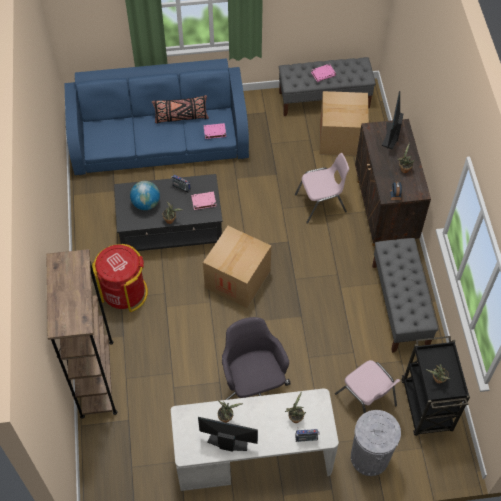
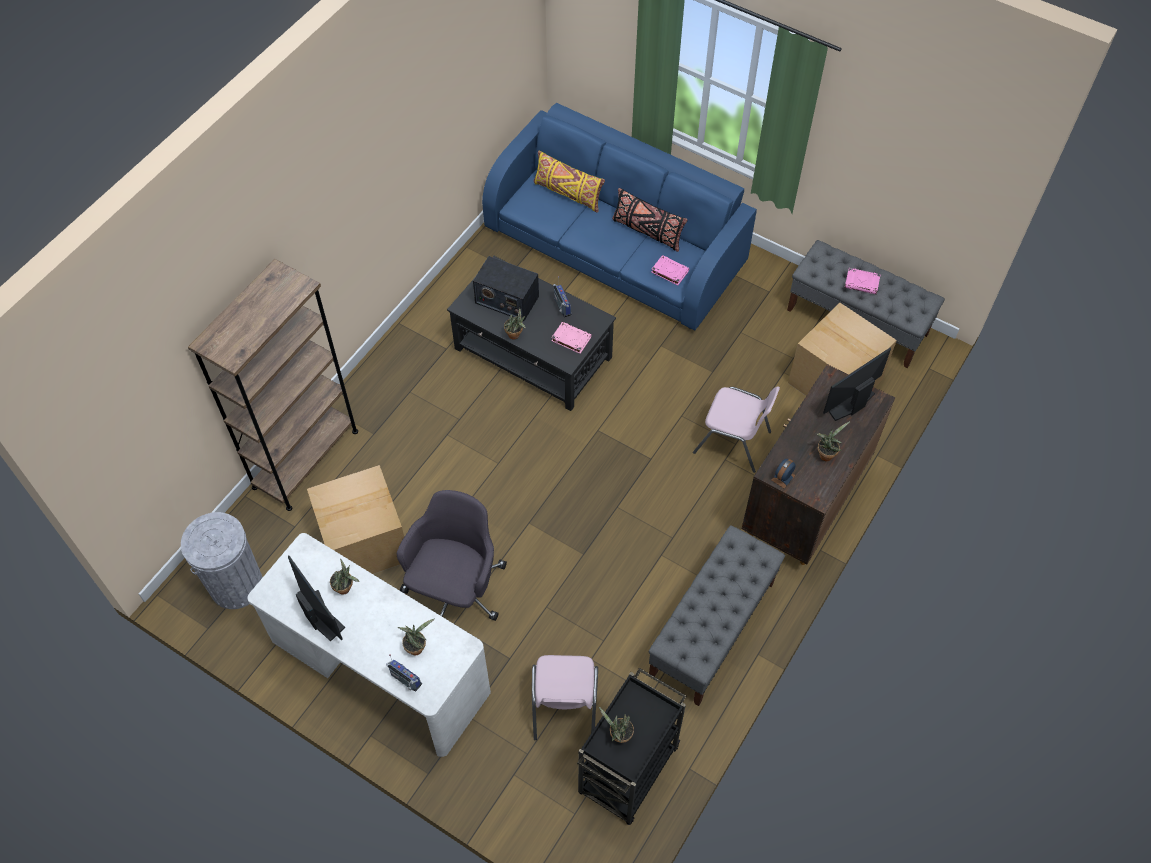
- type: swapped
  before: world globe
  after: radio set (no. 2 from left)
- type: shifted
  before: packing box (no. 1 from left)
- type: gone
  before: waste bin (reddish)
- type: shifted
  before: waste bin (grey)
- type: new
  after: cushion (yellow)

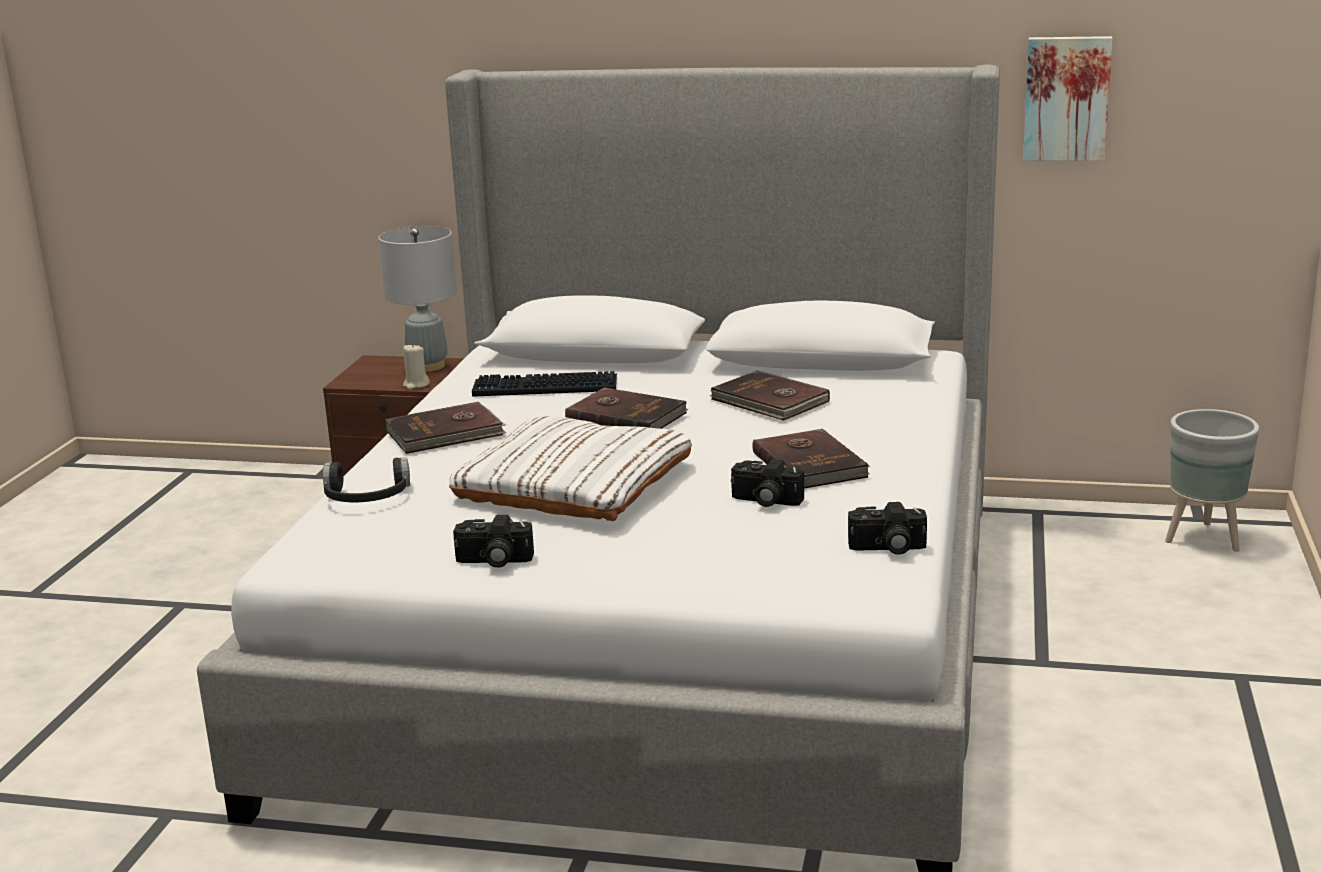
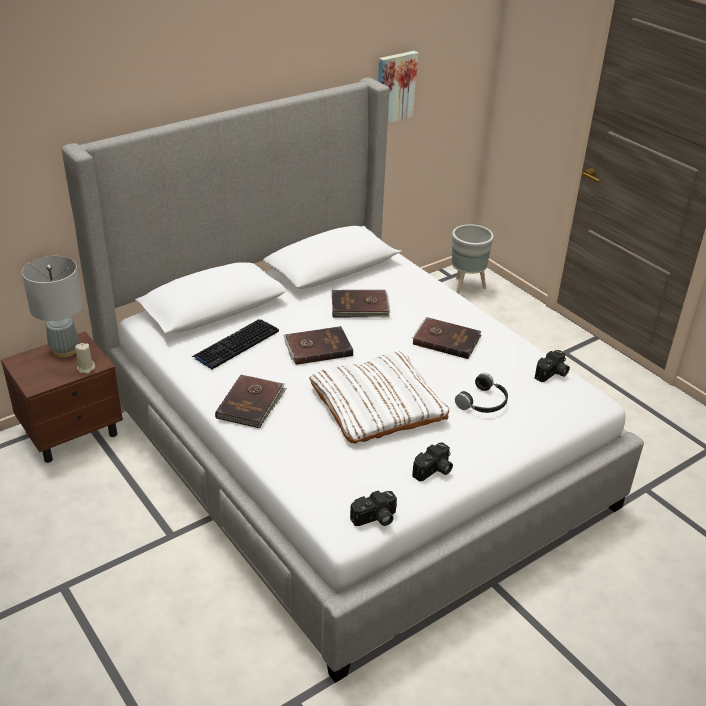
- type: shifted
  before: pair of headphones (black)
- type: shifted
  before: photo camera (no. 2 from left in the first image)
  after: photo camera (no. 1 from left)

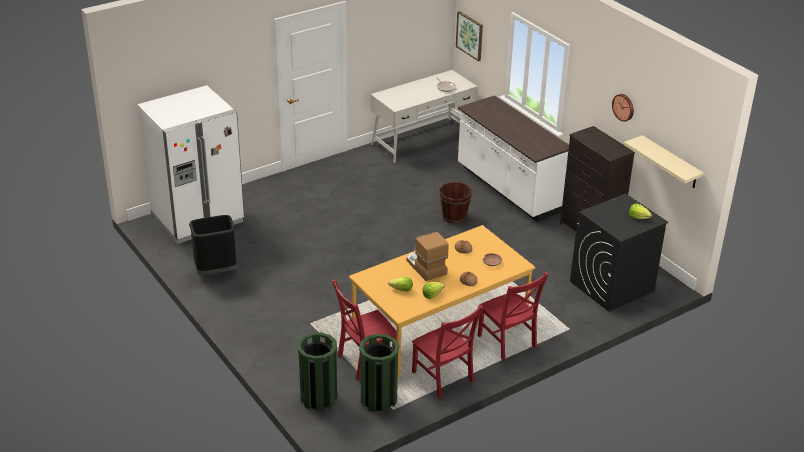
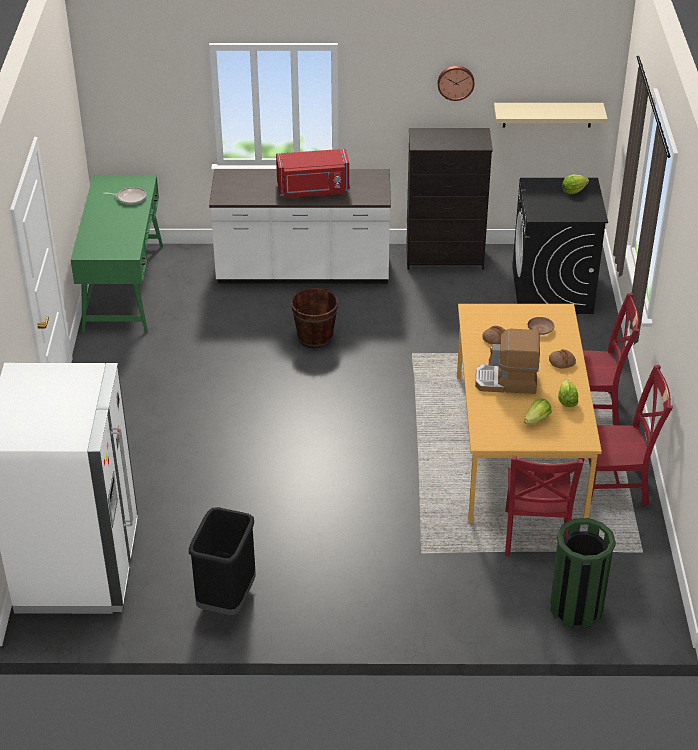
- type: gone
  before: wall picture
- type: repainted
  before: desk unit (whitish)
  after: desk unit (green-coloured)
- type: gone
  before: waste bin (green-coloured) (no. 2 from left)
- type: new
  after: microwave oven (reddish)

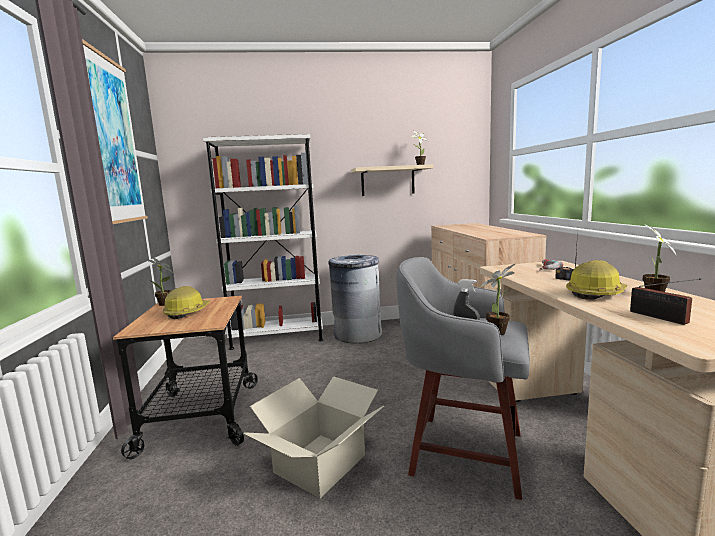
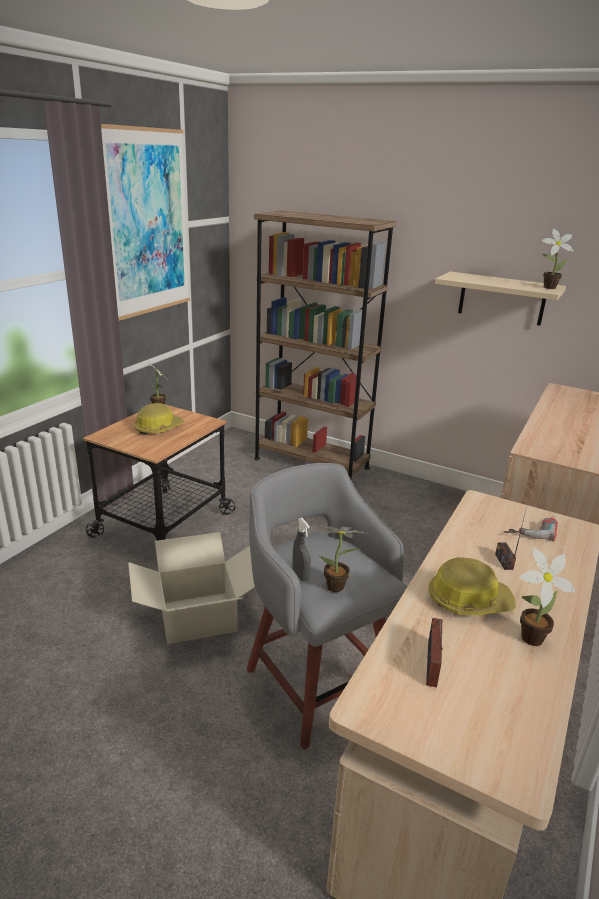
- type: repainted
  before: shelving unit (whitish)
  after: shelving unit (brown-coloured)
- type: gone
  before: waste bin (grey)

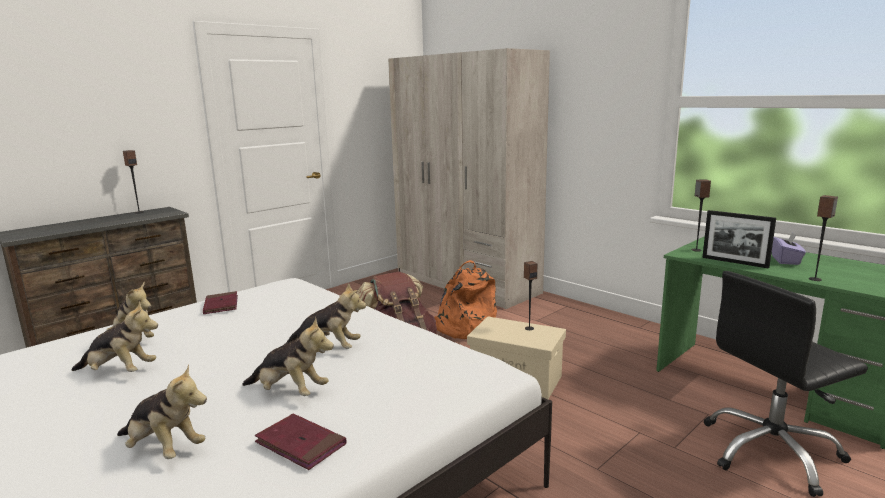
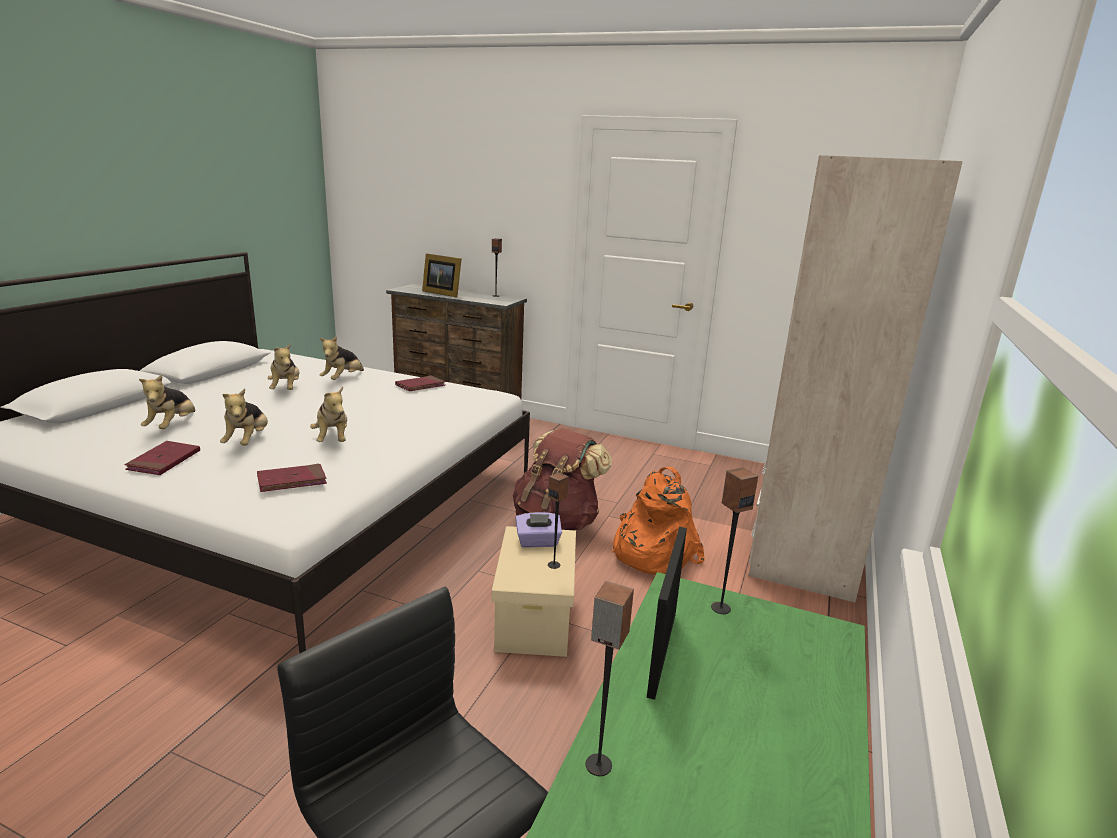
- type: shifted
  before: tissue holder (purple-coloured)
- type: new
  after: photo frame (no. 1 from left)
- type: new
  after: book (reddish) (no. 2 from left)

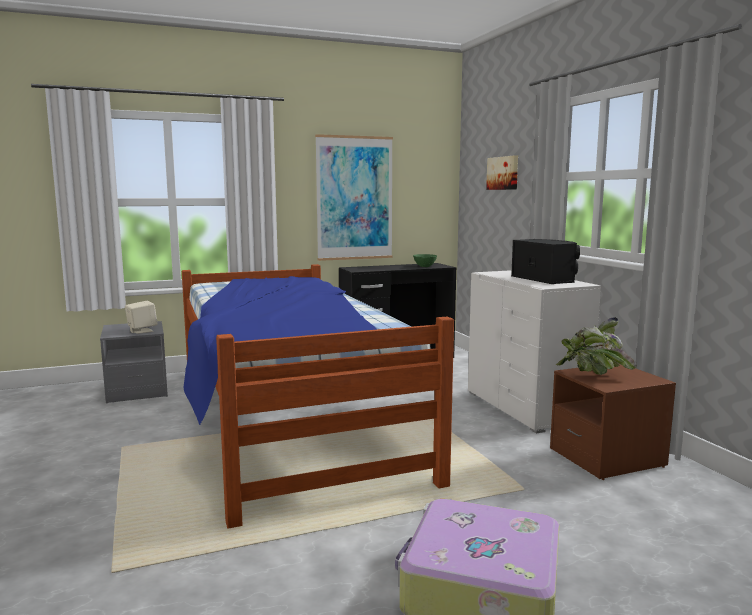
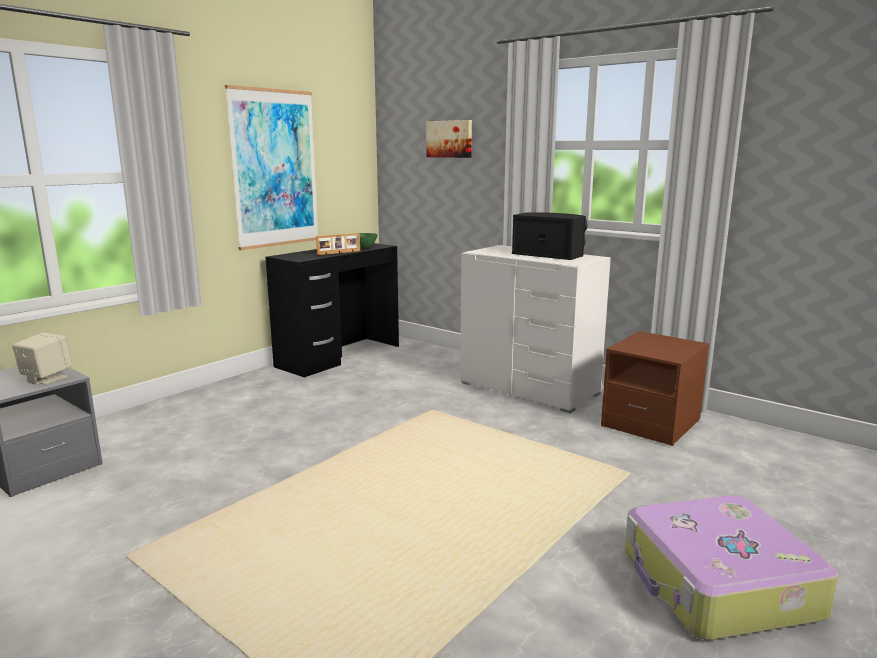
- type: gone
  before: sleeping bed
- type: gone
  before: potted plant
- type: new
  after: photo frame

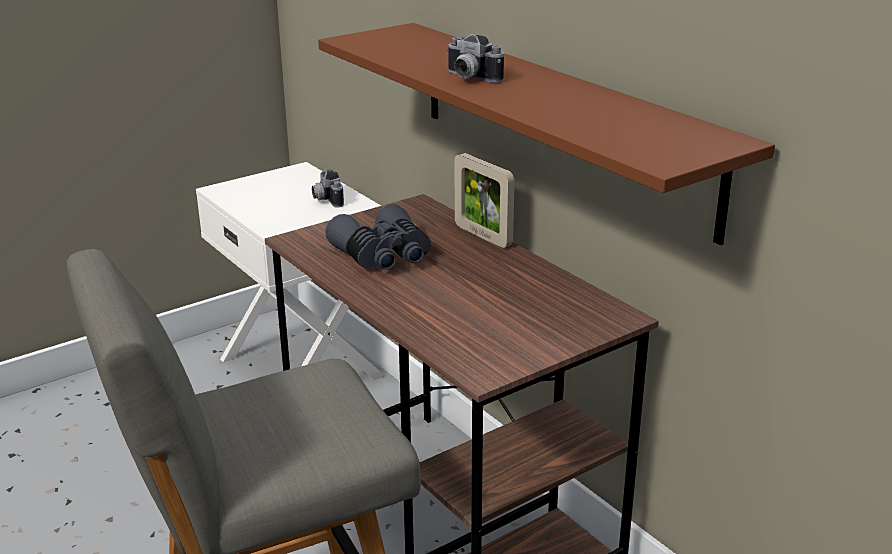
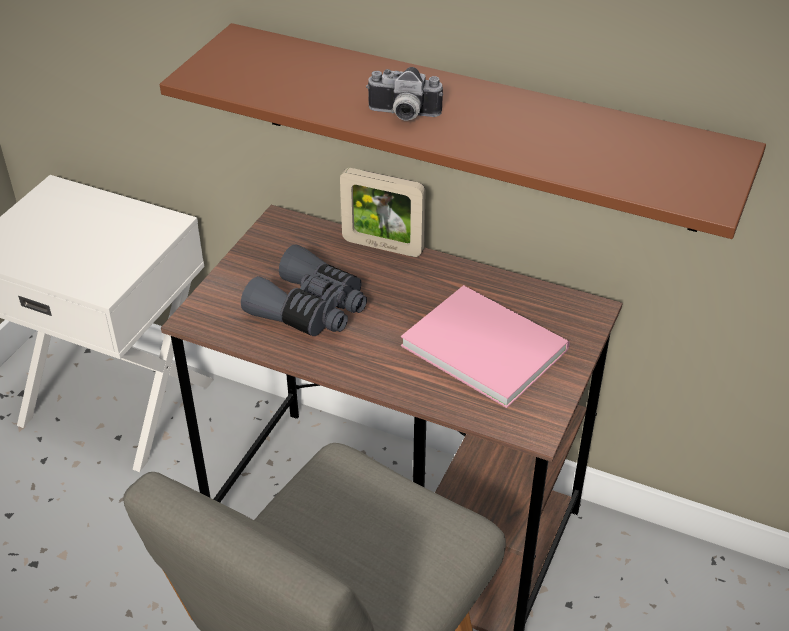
- type: gone
  before: photo camera (no. 1 from left)
- type: new
  after: book (pinkish)

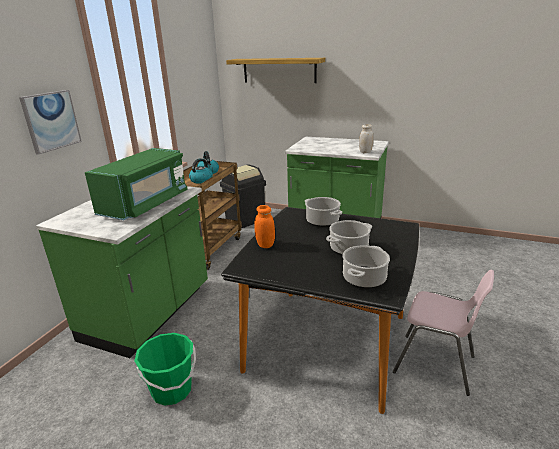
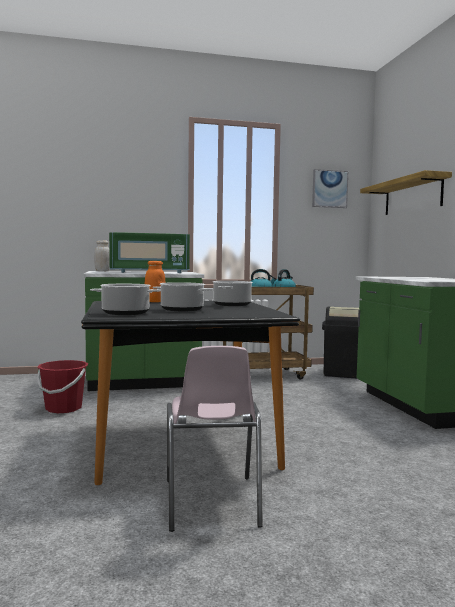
- type: shifted
  before: wall picture
- type: shifted
  before: jar (whitish)
- type: repainted
  before: water bucket (green-coloured)
  after: water bucket (reddish)

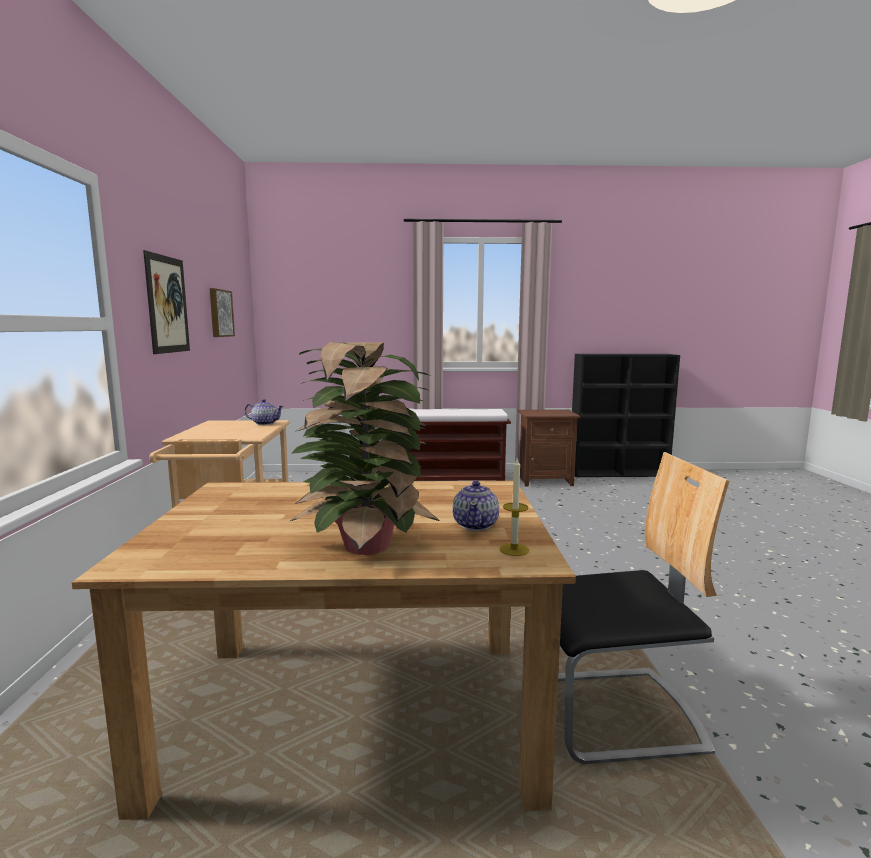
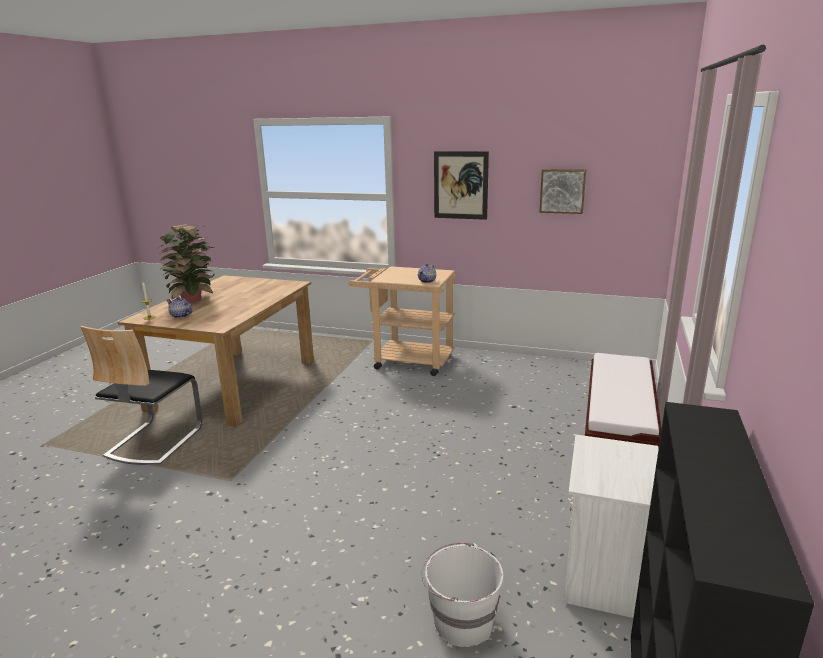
- type: repainted
  before: nightstand (brown-coloured)
  after: nightstand (whitish)
- type: new
  after: water bucket (whitish)

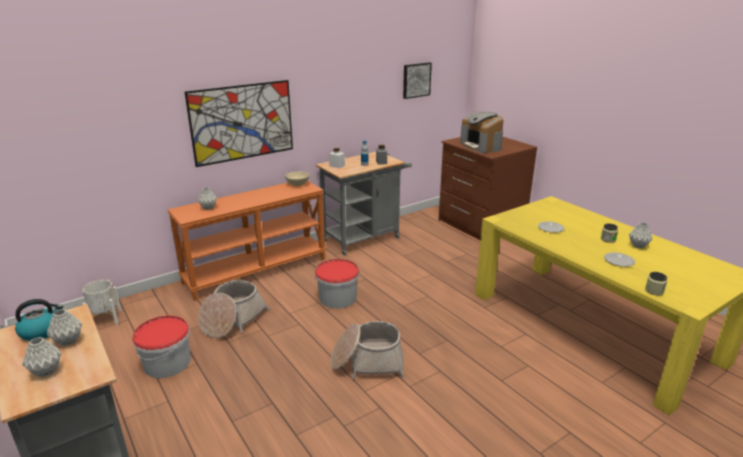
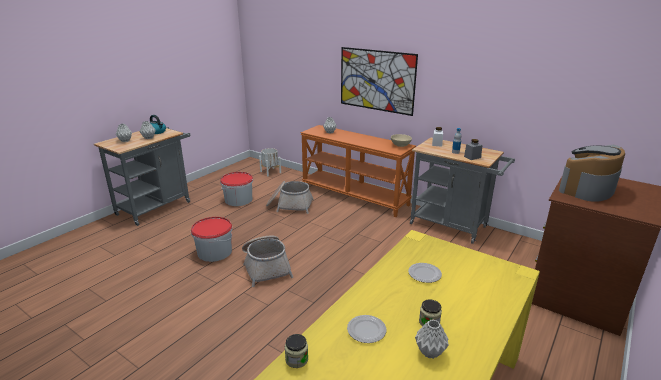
- type: gone
  before: wall picture (no. 2 from left)
- type: shifted
  before: water bucket (no. 2 from left in the first image)
  after: water bucket (no. 1 from left)

